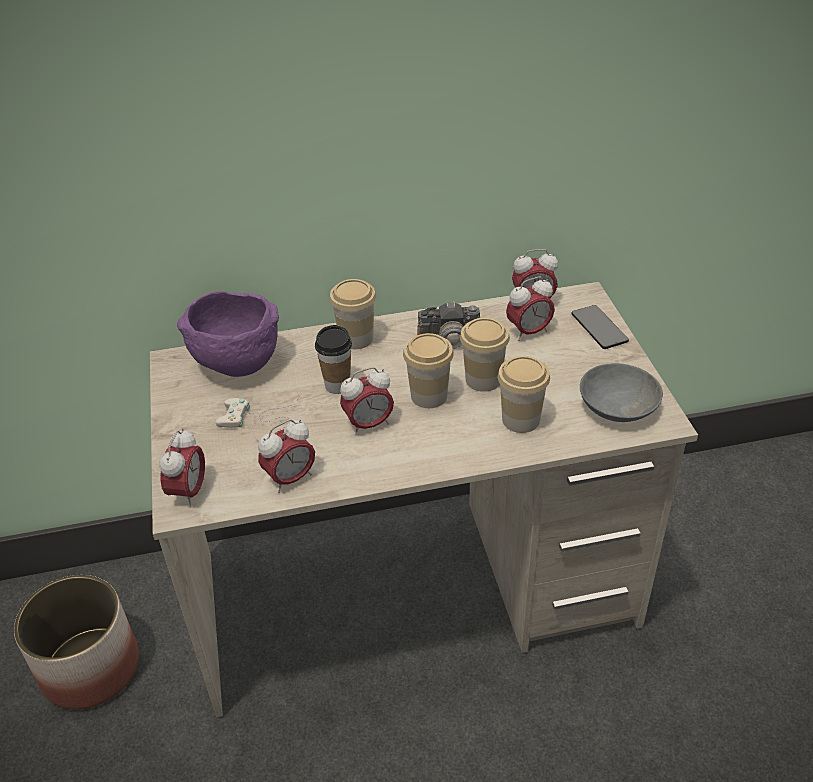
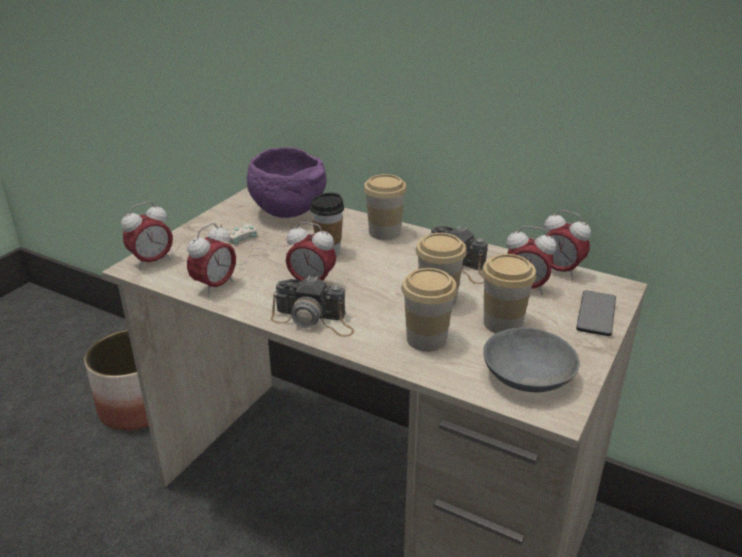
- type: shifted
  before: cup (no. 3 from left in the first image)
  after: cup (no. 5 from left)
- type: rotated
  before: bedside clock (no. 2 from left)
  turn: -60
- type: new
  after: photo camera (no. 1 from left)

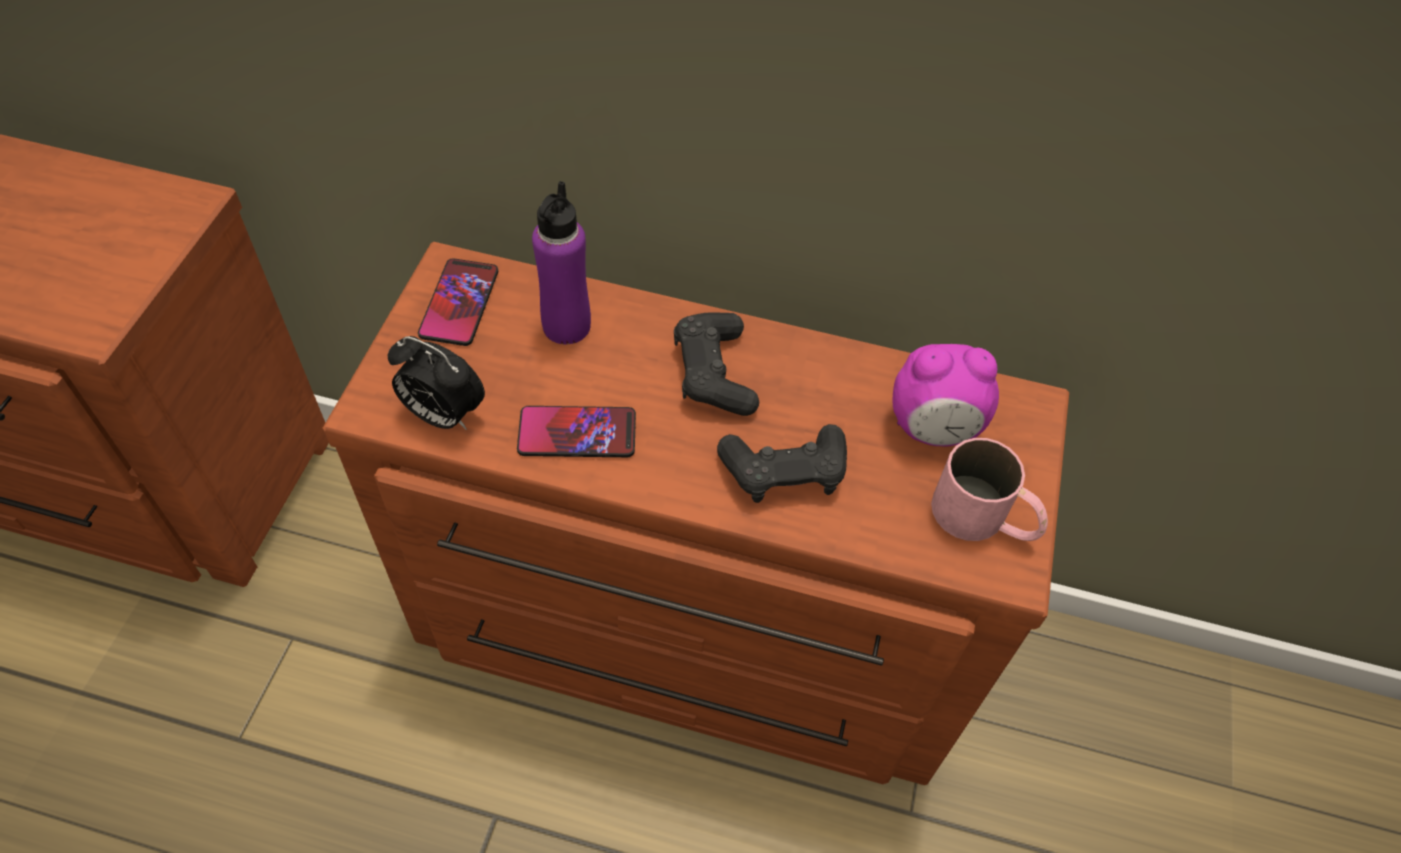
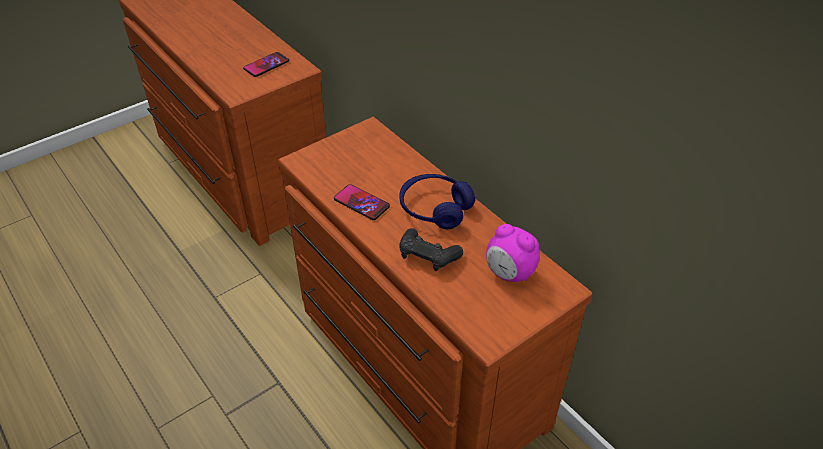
- type: gone
  before: beverage bottle (purple-coloured)
- type: shifted
  before: telephone (no. 1 from left)
- type: swapped
  before: game controller (black) (no. 1 from left)
  after: pair of headphones (blue-coloured)
- type: gone
  before: bedside clock (no. 1 from left)
- type: gone
  before: tea mug (pinkish)

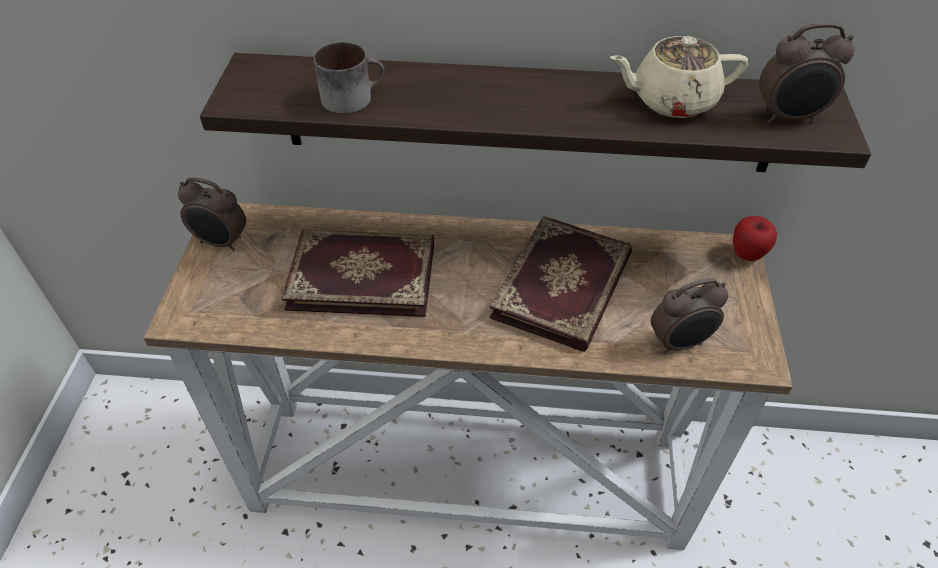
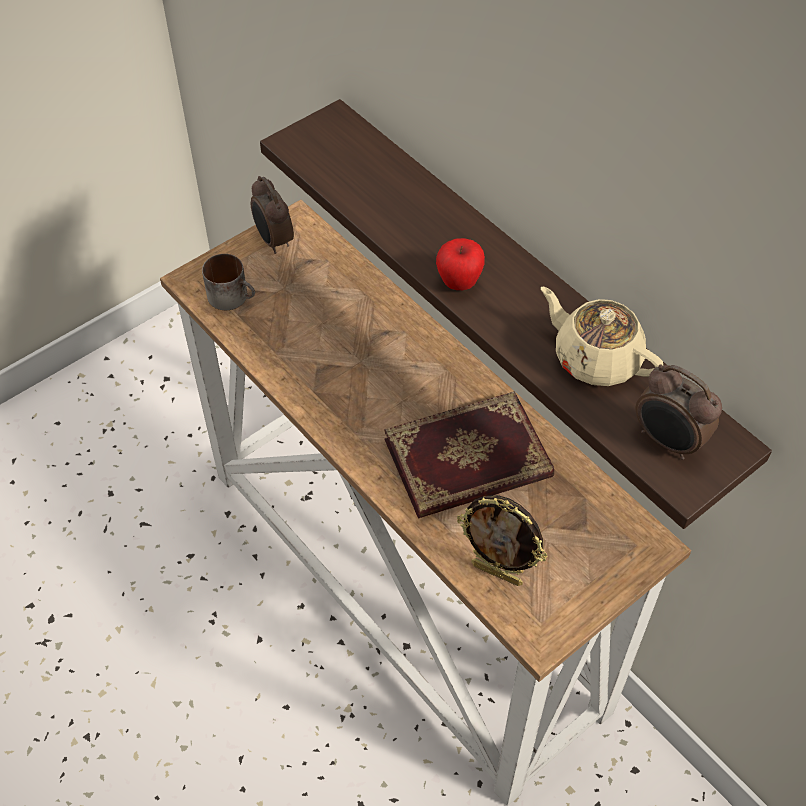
- type: shifted
  before: tea mug
- type: shifted
  before: apple fruit
- type: gone
  before: book (no. 1 from left)
- type: swapped
  before: bedside clock (no. 2 from left)
  after: photo frame

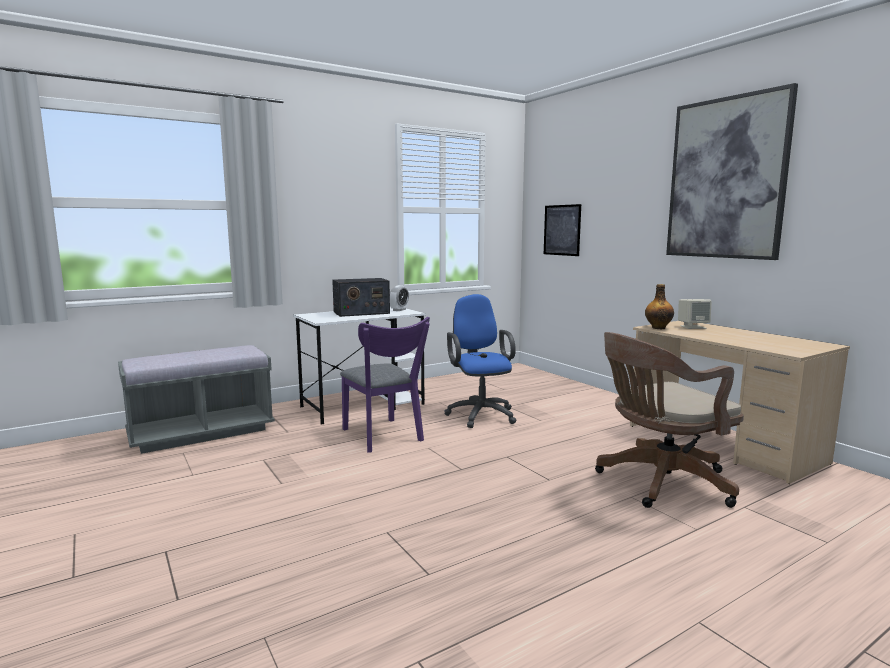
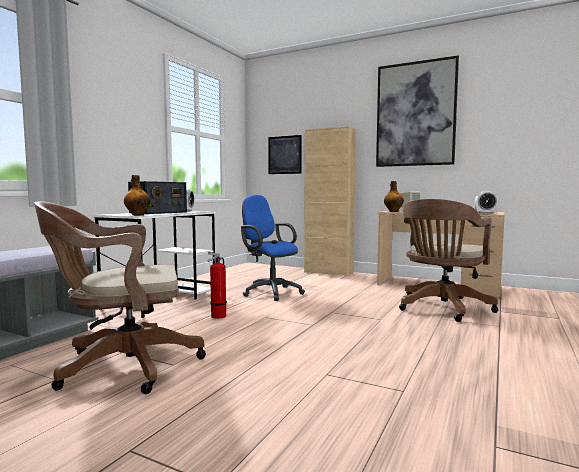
- type: swapped
  before: chair (purple-coloured)
  after: fire-fighting cylinder
- type: new
  after: cupboard (beige-coloured)
- type: new
  after: beverage bottle (no. 1 from left)
- type: new
  after: bedside clock (no. 2 from left)
- type: new
  after: computer chair (brown-coloured) (no. 1 from left)

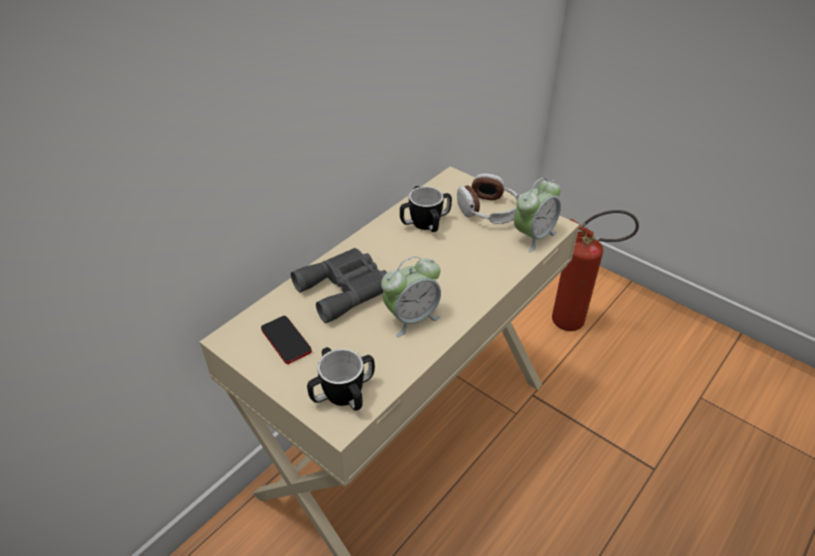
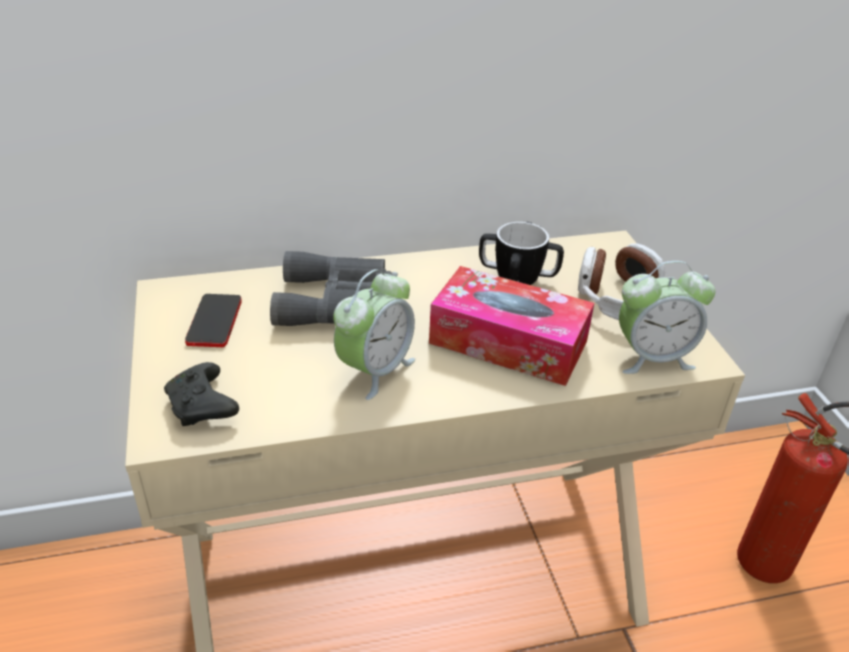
- type: rotated
  before: bedside clock (no. 1 from left)
  turn: -60
- type: swapped
  before: tea mug (no. 1 from left)
  after: game controller (black)
- type: new
  after: tissue holder

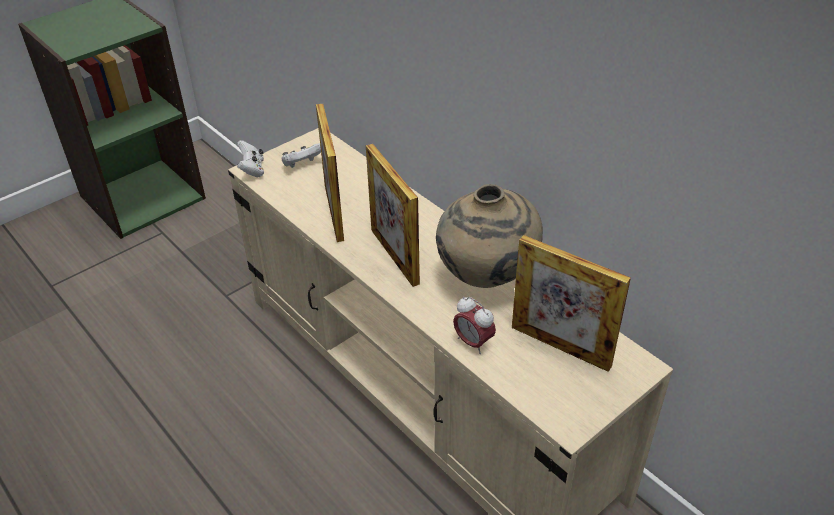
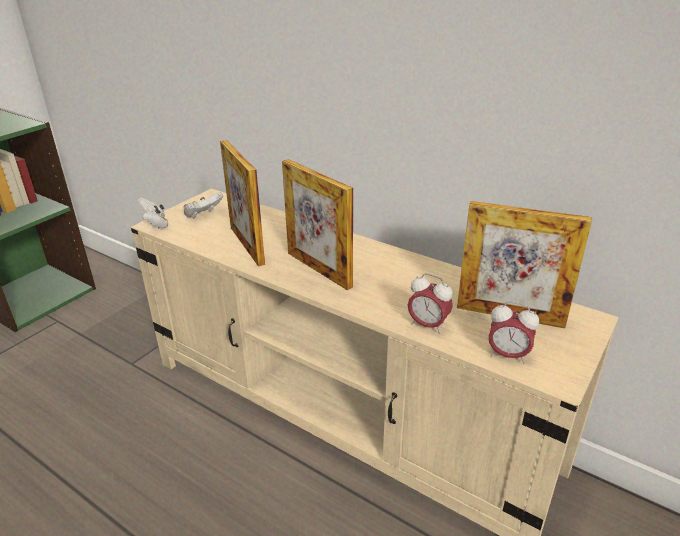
- type: gone
  before: decorative vase (beige-coloured)
- type: new
  after: bedside clock (no. 2 from left)

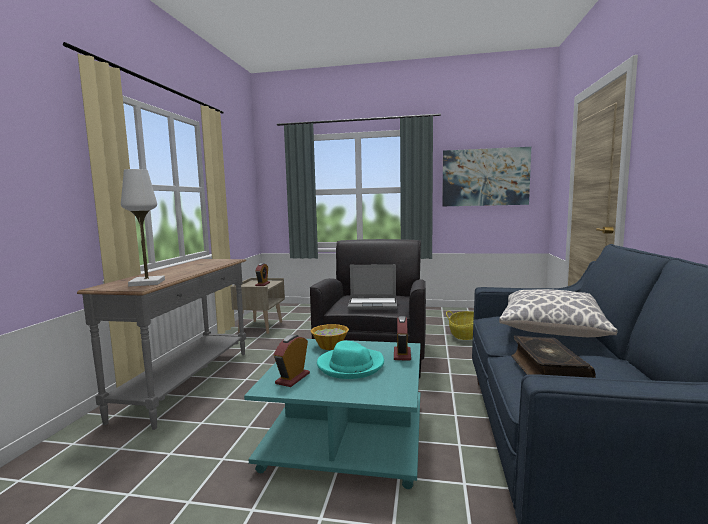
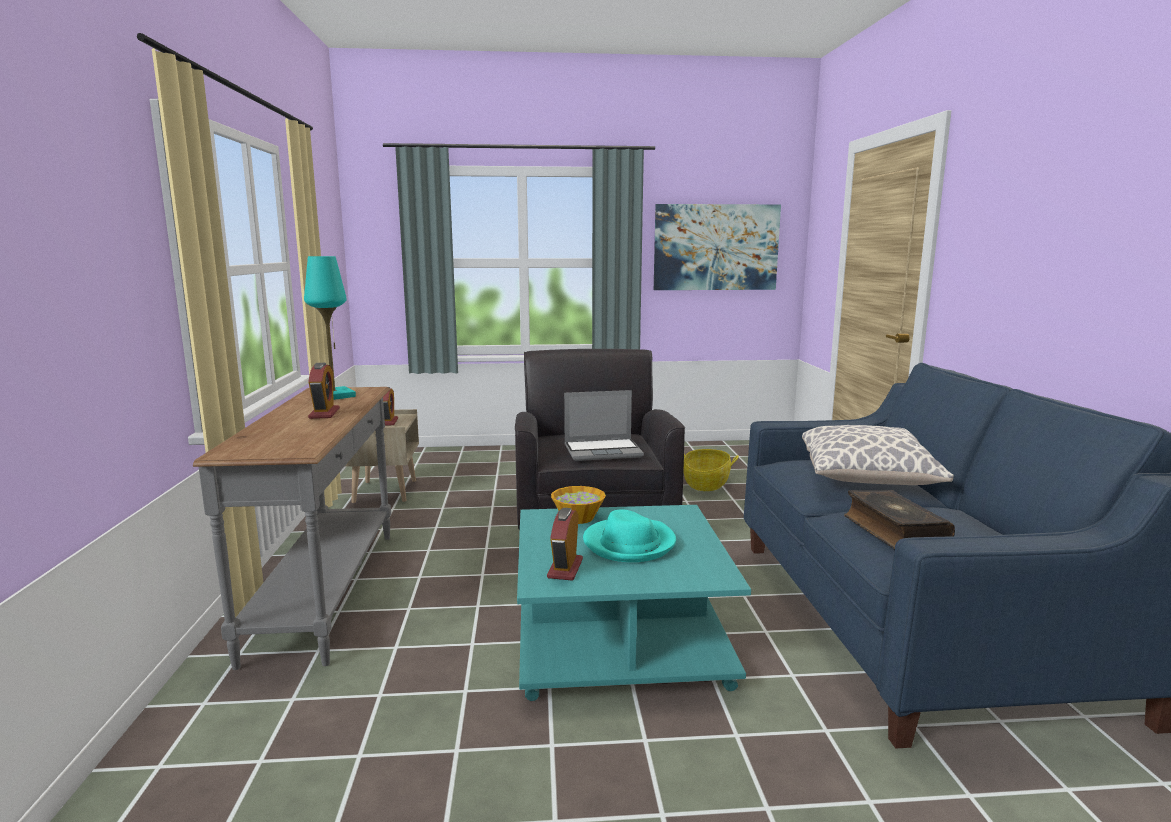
- type: gone
  before: tabletop lamp (whitish)
- type: shifted
  before: bedside clock (no. 3 from left in the first image)
  after: bedside clock (no. 1 from left)
- type: new
  after: tabletop lamp (turquoise-coloured)

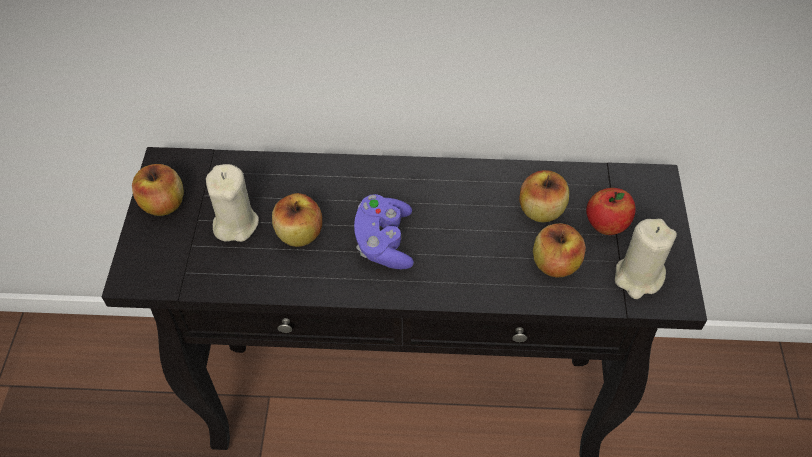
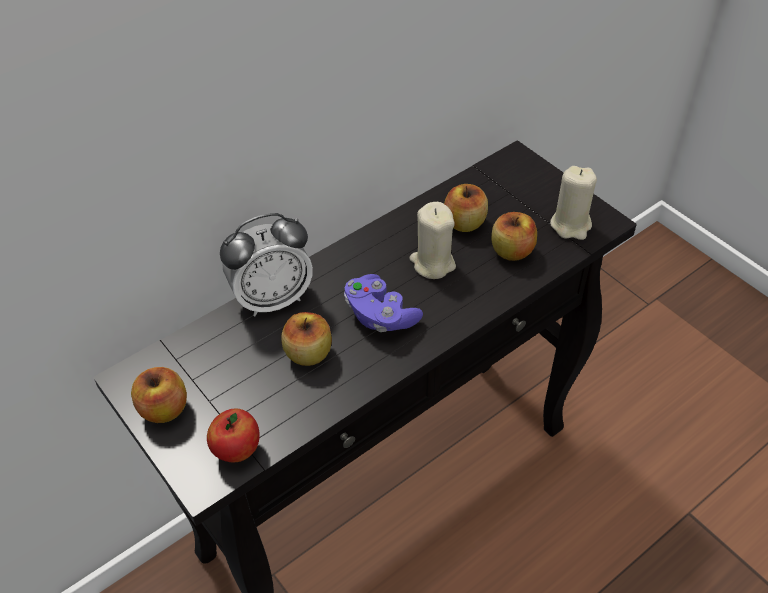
- type: shifted
  before: wax candle (beige-coloured) (no. 1 from left)
- type: shifted
  before: apple fruit (no. 5 from left in the first image)
  after: apple fruit (no. 2 from left)
- type: new
  after: bedside clock

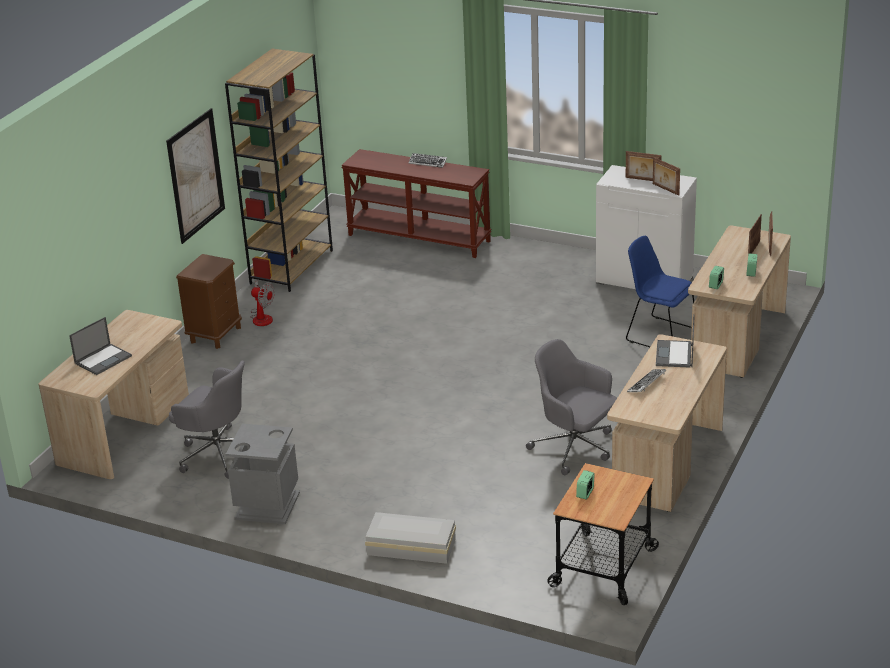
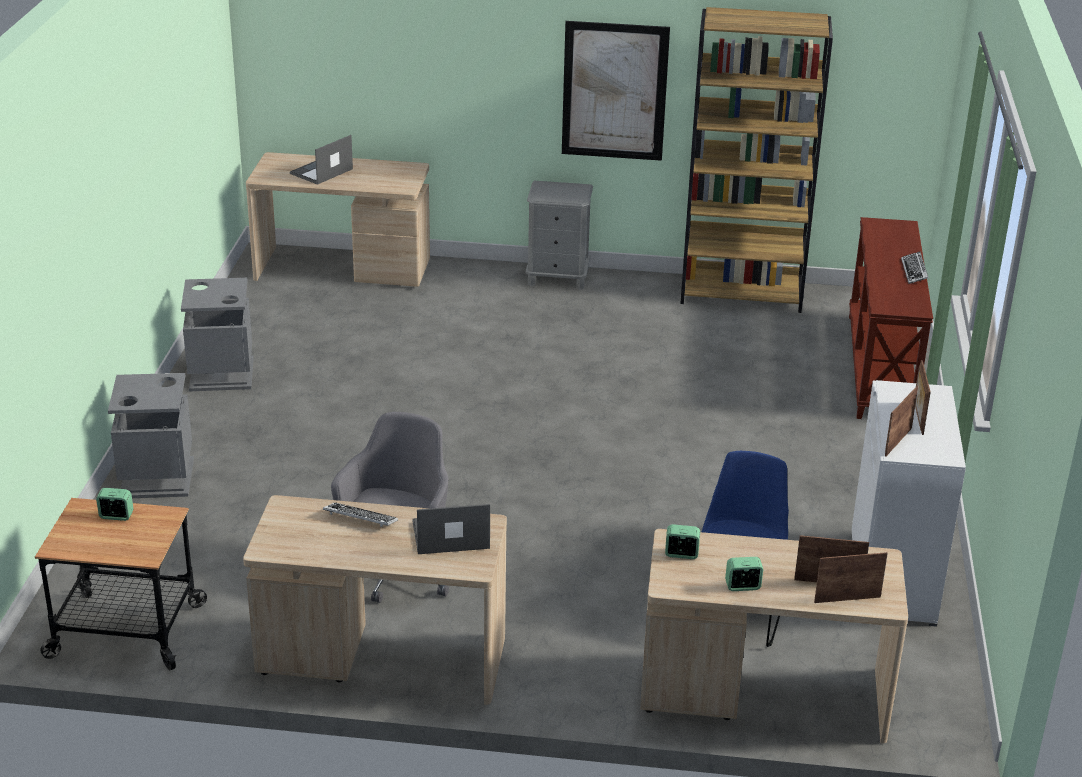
- type: repainted
  before: nightstand (brown-coloured)
  after: nightstand (grey)
- type: gone
  before: cooling fan
- type: rotated
  before: laptop (no. 1 from left)
  turn: 105
- type: gone
  before: computer chair (grey) (no. 1 from left)
- type: swapped
  before: storage box (whitish)
  after: waste bin (grey) (no. 1 from left)

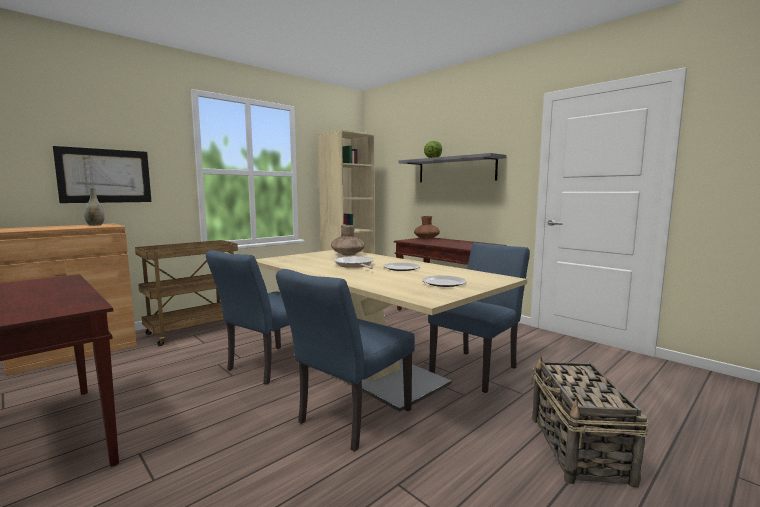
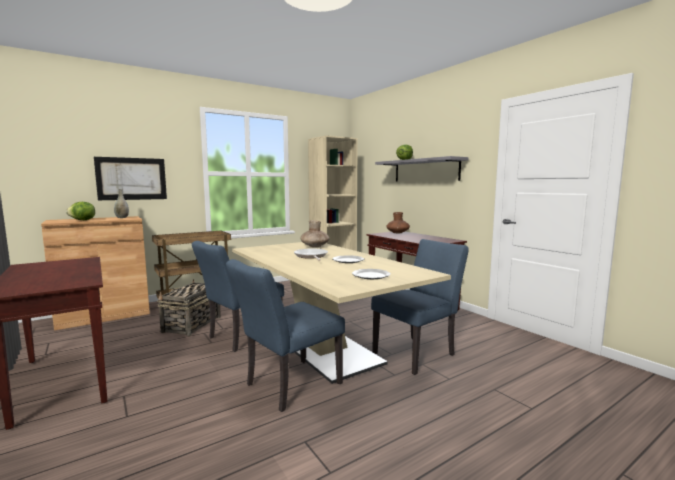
- type: shifted
  before: storage basket
- type: new
  after: lettuce (no. 1 from left)

